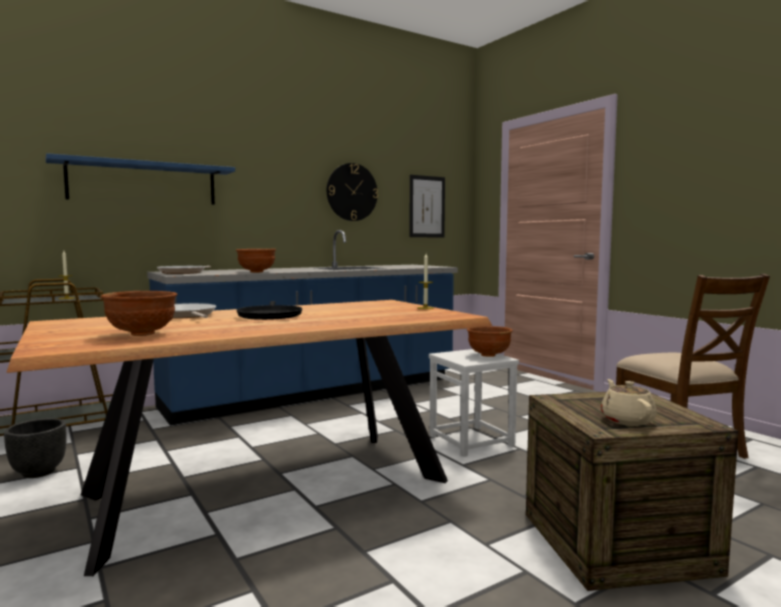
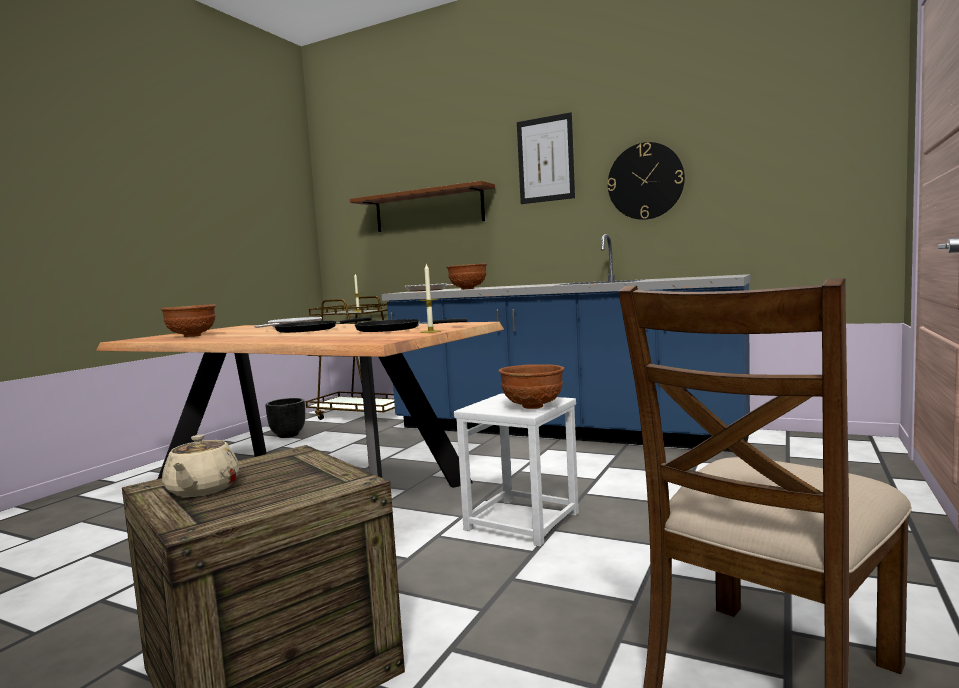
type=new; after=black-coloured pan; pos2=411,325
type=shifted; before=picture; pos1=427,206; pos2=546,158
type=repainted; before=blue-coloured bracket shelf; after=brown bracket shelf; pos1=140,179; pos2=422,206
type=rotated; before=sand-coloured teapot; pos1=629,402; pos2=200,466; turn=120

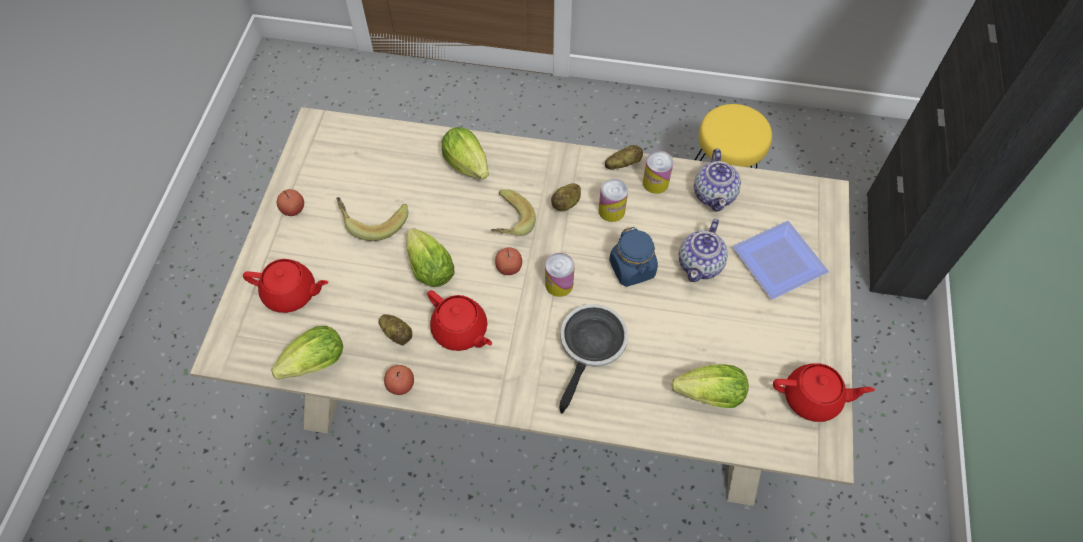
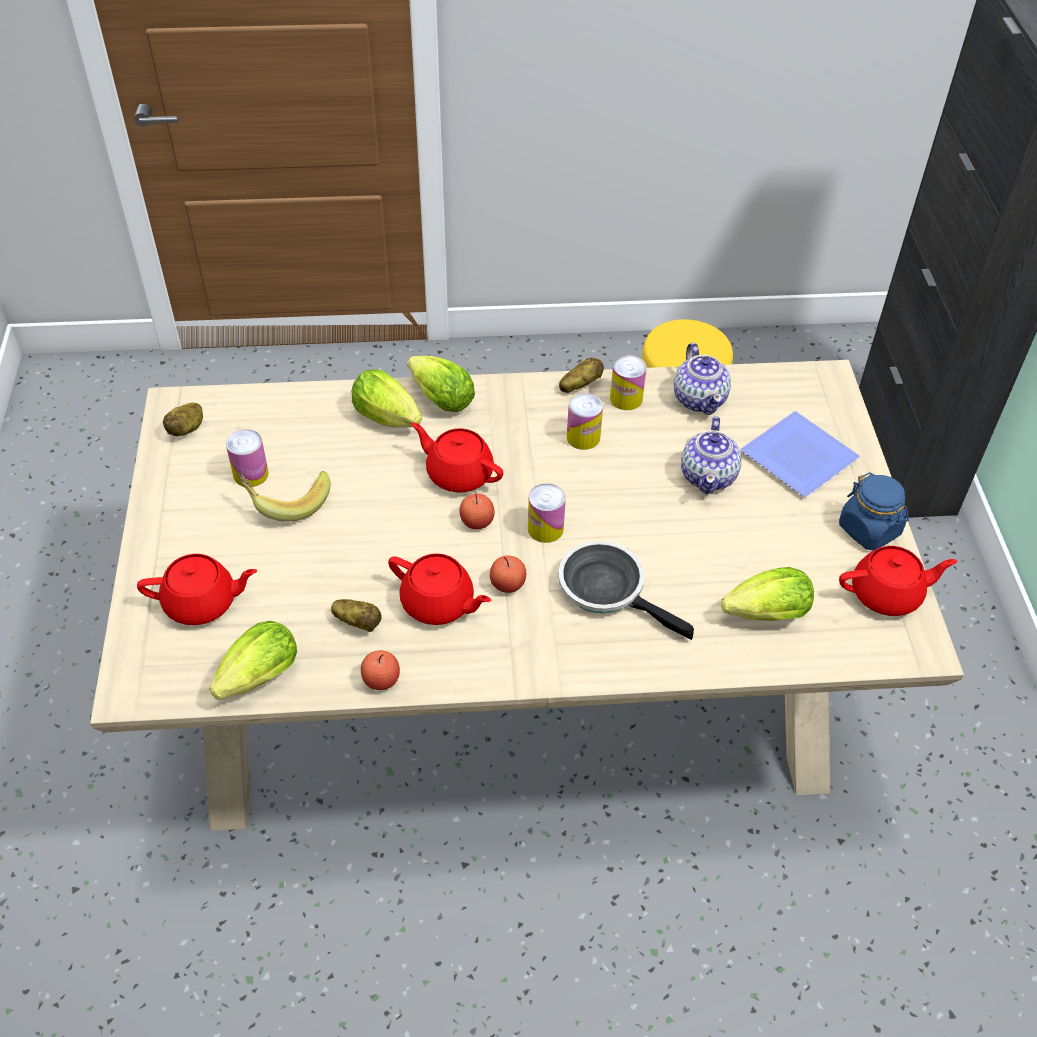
type=new; after=sealed can; pos2=247,458
type=shifted; before=apple; pos1=290,202; pos2=508,574
type=shifted; before=head of lettuce; pos1=430,257; pos2=441,384
type=shifted; before=potato; pos1=566,197; pos2=183,419
type=shifted; before=blue-coloured preserve jar; pos1=633,257; pos2=874,511
type=swapped; before=banana; after=red-coloured teapot; pos1=513,212; pos2=457,457
type=rotated; before=pan; pos1=593,359; pos2=626,590; turn=-60

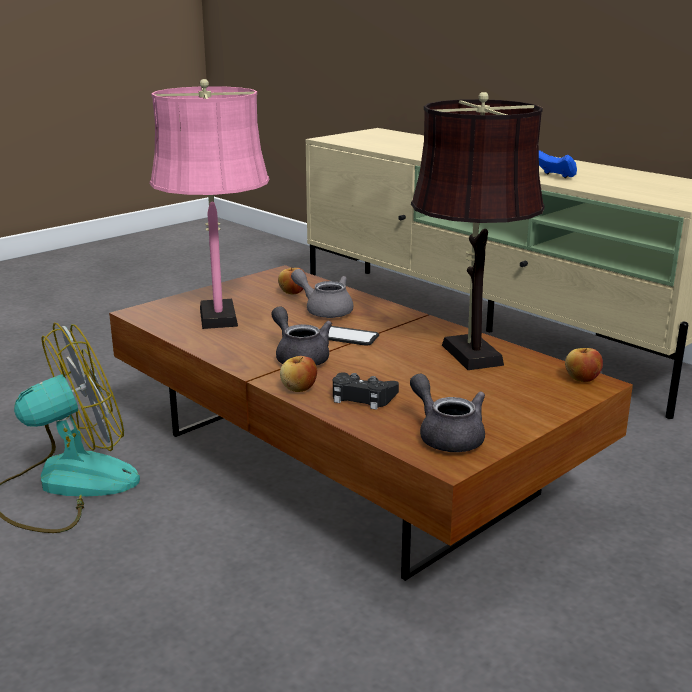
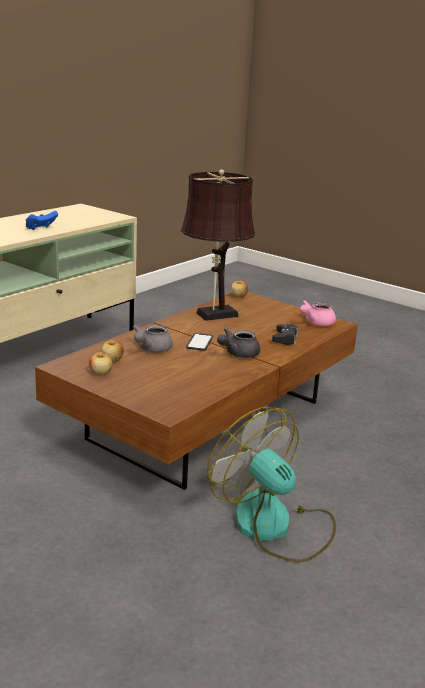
type=gone; before=pinkish tabletop lamp; pos1=209,204
type=shifted; before=apple; pos1=298,374; pos2=101,363
type=repainted; before=gray teapot; after=pinkish teapot; pos1=447,413; pos2=318,313

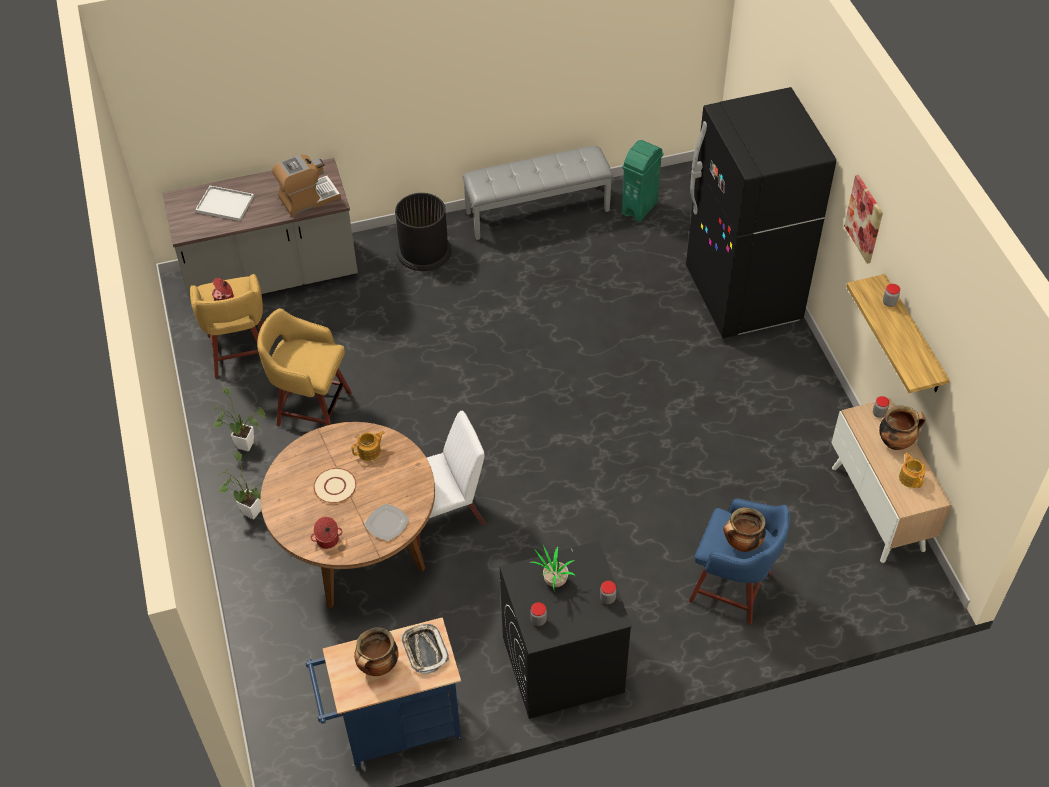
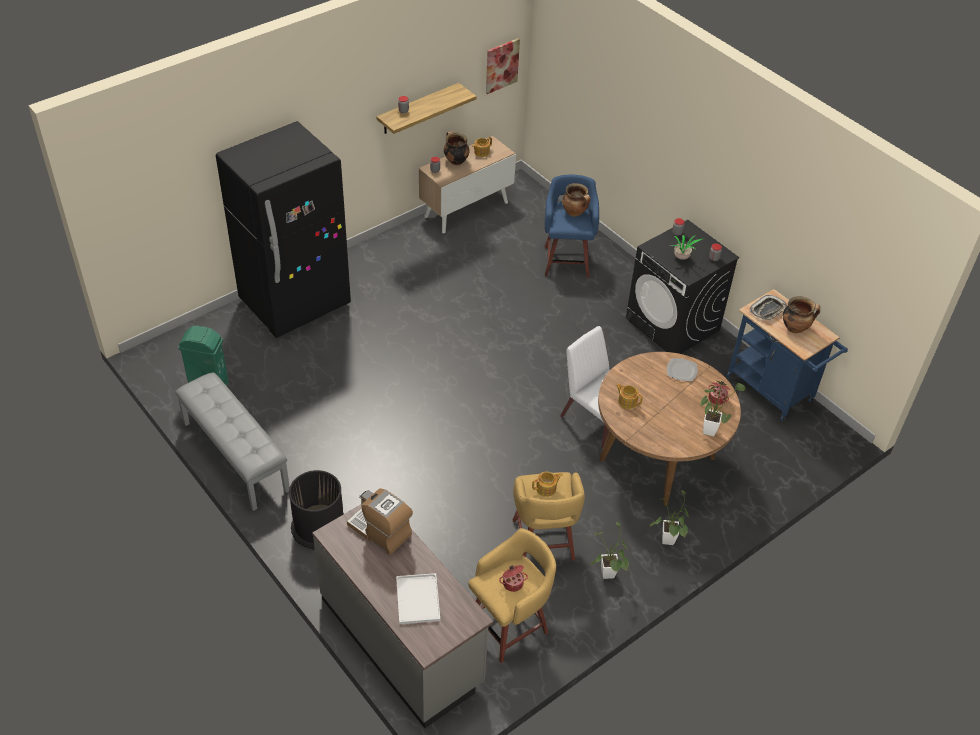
type=gone; before=sand-coloured flat dish; pos1=334,485
type=new; after=teapot; pos2=547,484
type=new; after=potted plant; pos2=722,408
type=shifted; before=picture; pos1=863,219; pos2=503,66

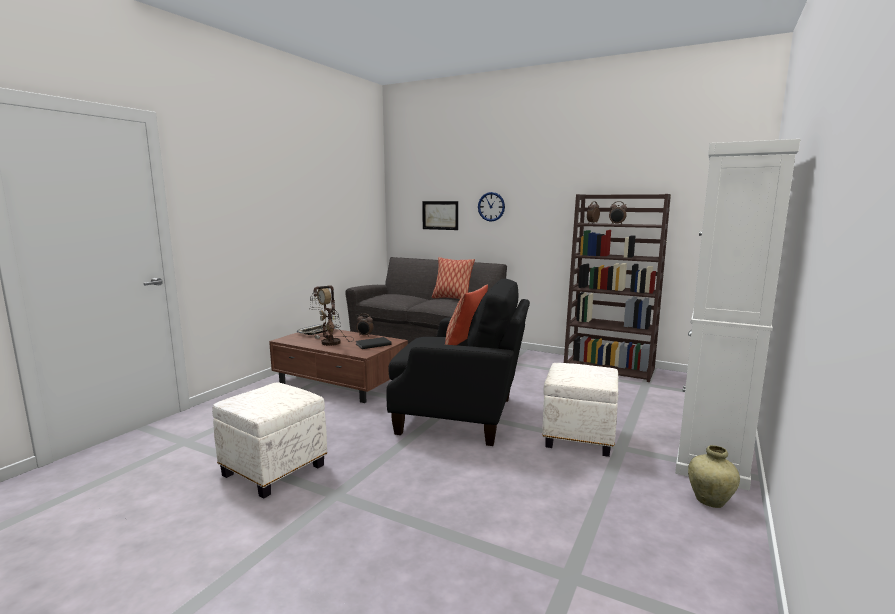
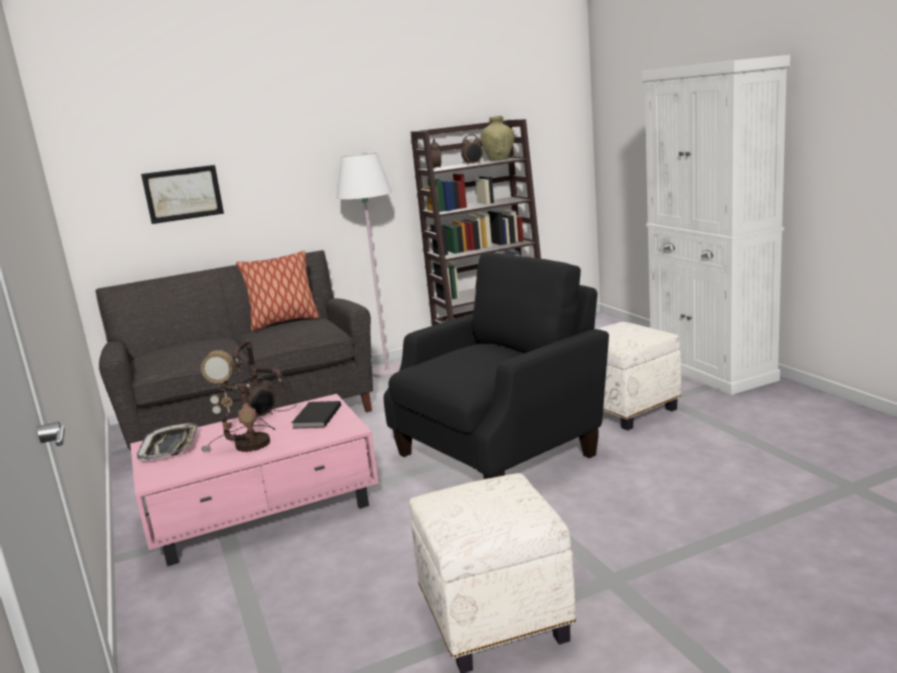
type=gone; before=pillow; pos1=466,315
type=gone; before=clock on the wall; pos1=491,207
type=new; after=white-coloured floor lamp; pos2=368,265
type=shifted; before=sand-coloured flower vase; pos1=714,476; pos2=497,138
type=repainted; before=brown lounge table; after=pinkish lounge table; pos1=338,366; pos2=254,480

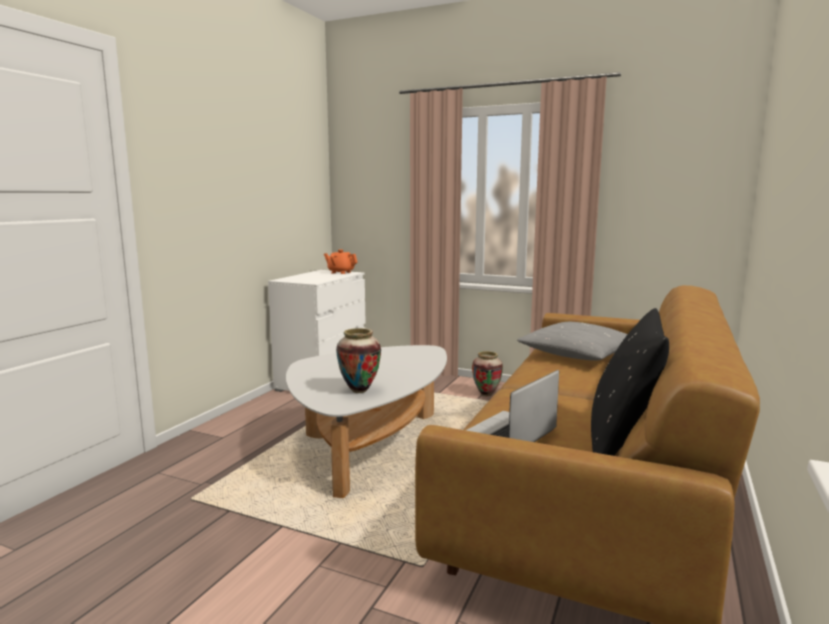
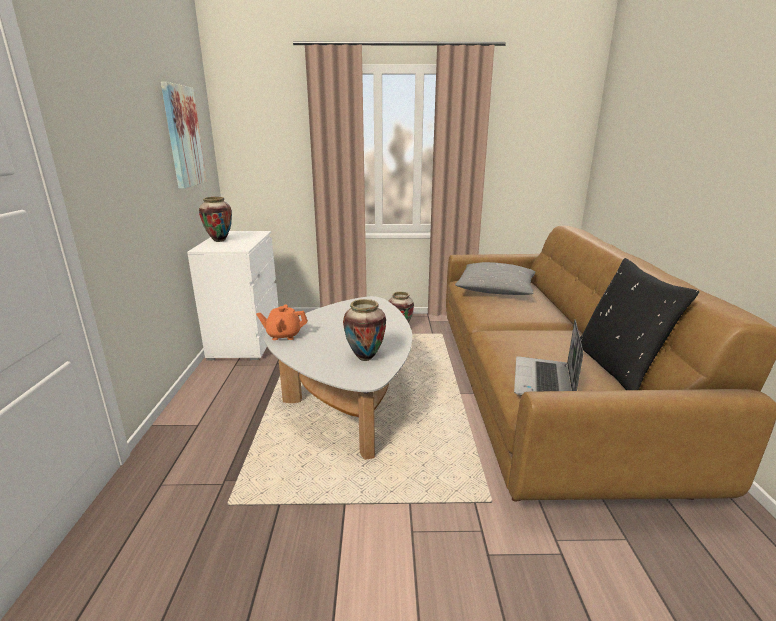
type=new; after=picture; pos2=184,135
type=new; after=flower vase; pos2=215,219
type=shifted; before=orange teapot; pos1=340,261; pos2=282,322

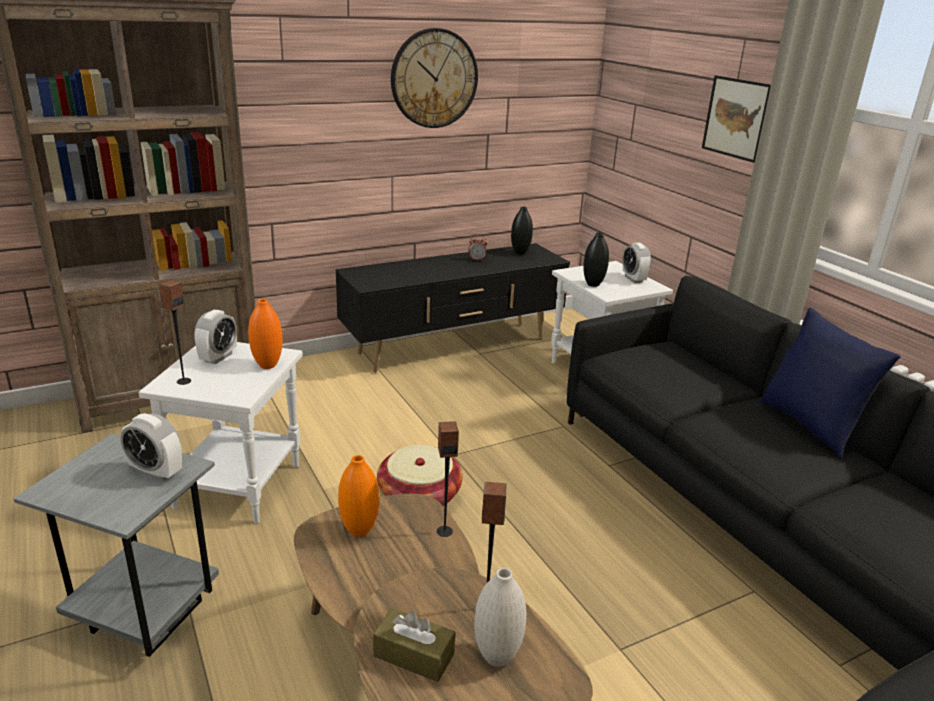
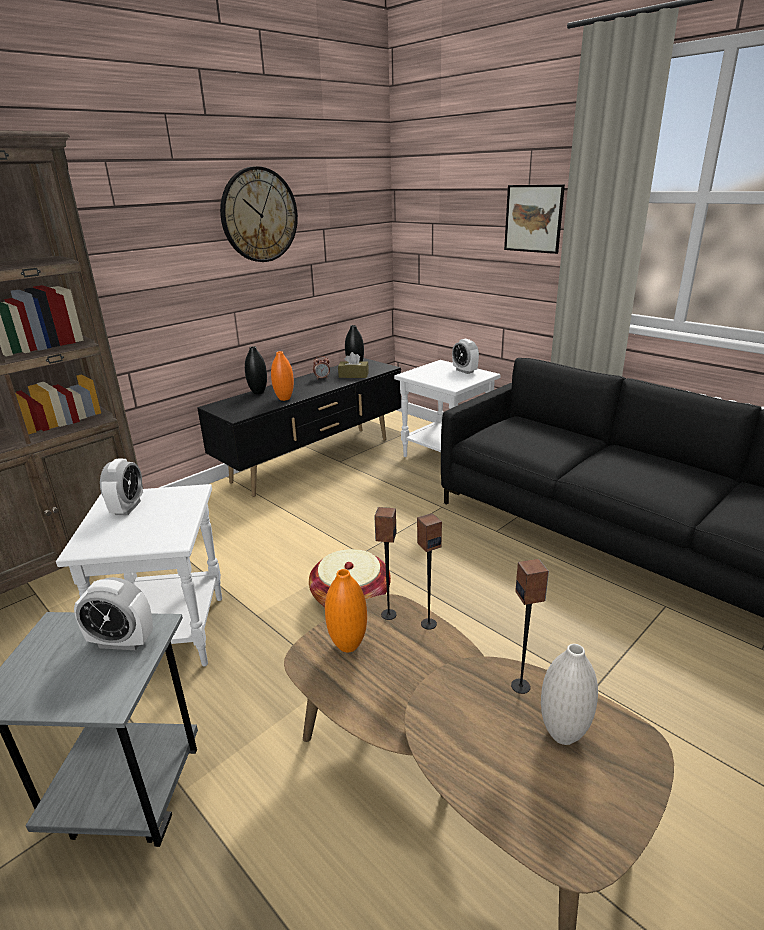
type=gone; before=blue-coloured pillow; pos1=830,383
type=shifted; before=loudspeaker; pos1=175,332; pos2=385,563
type=shifted; before=orange flower vase; pos1=265,334; pos2=282,376
type=shifted; before=brown box of tissues; pos1=414,645; pos2=353,365
type=shifted; before=black-coloured flower vase; pos1=596,259; pos2=256,370

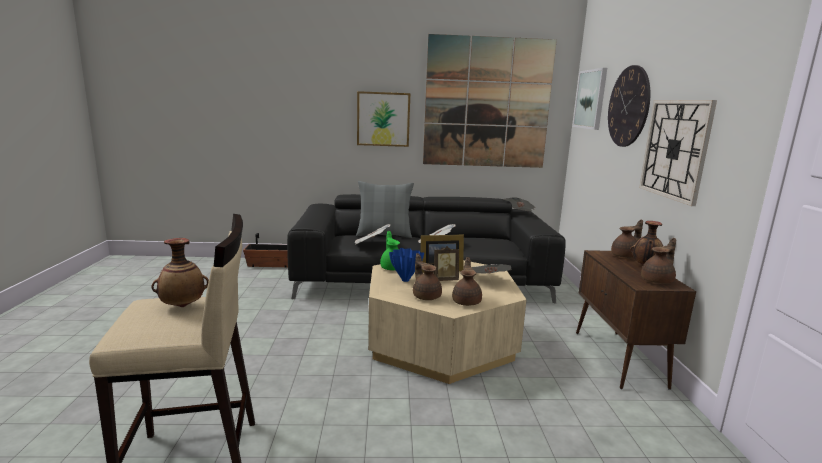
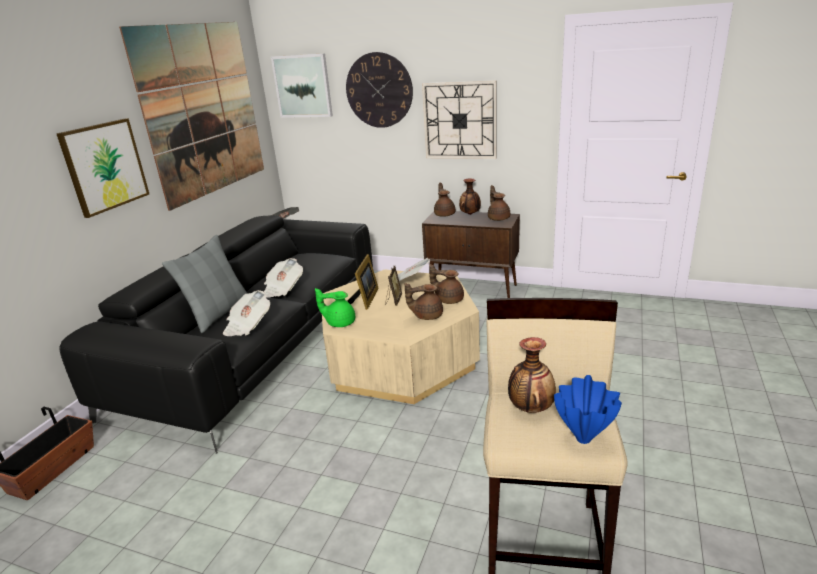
type=shifted; before=blue-coloured flower vase; pos1=406,265; pos2=588,409

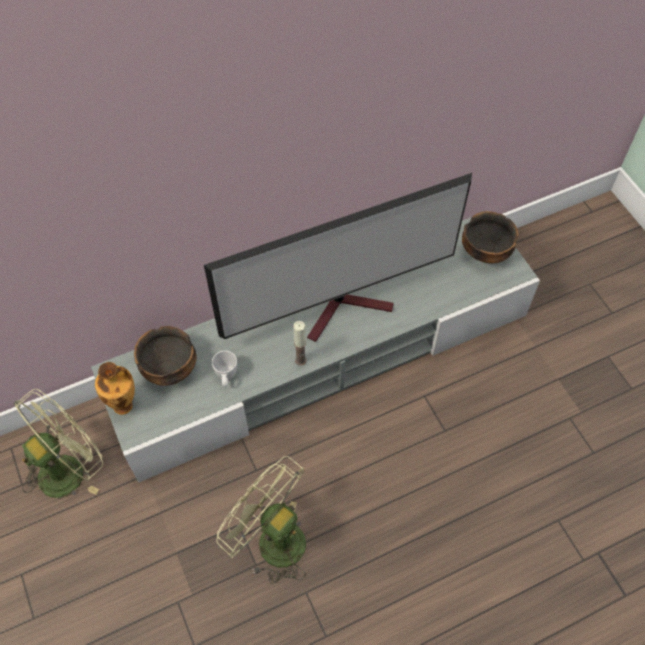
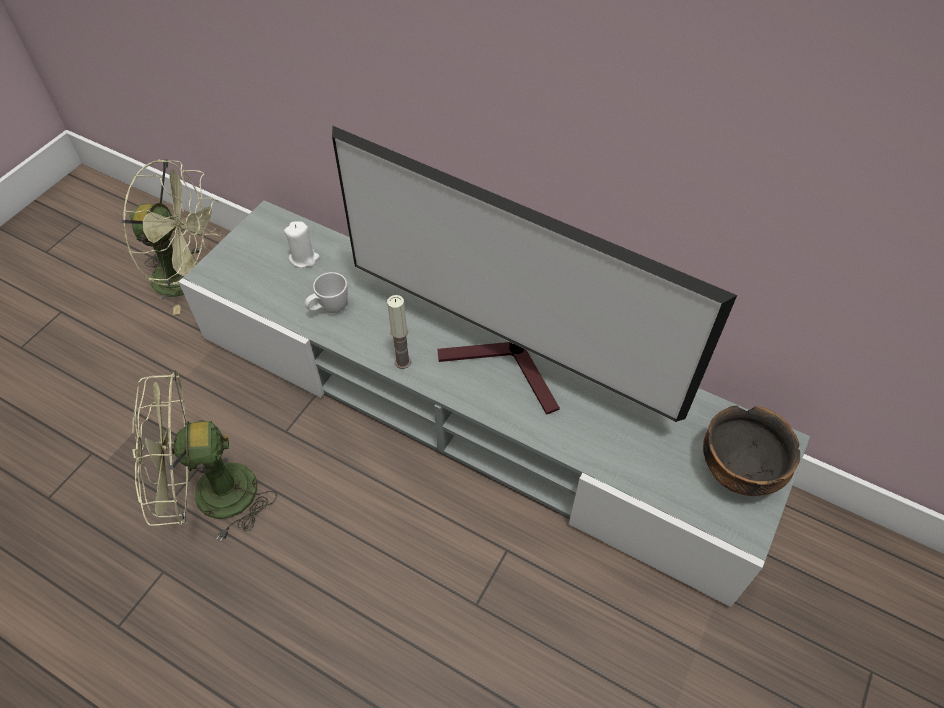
type=gone; before=flower vase; pos1=115,388
type=swapped; before=deep dish; after=white-coloured wax candle; pos1=165,356; pos2=302,244
type=rotated; before=greenish cooling fan; pos1=261,520; pos2=204,456; turn=-105

